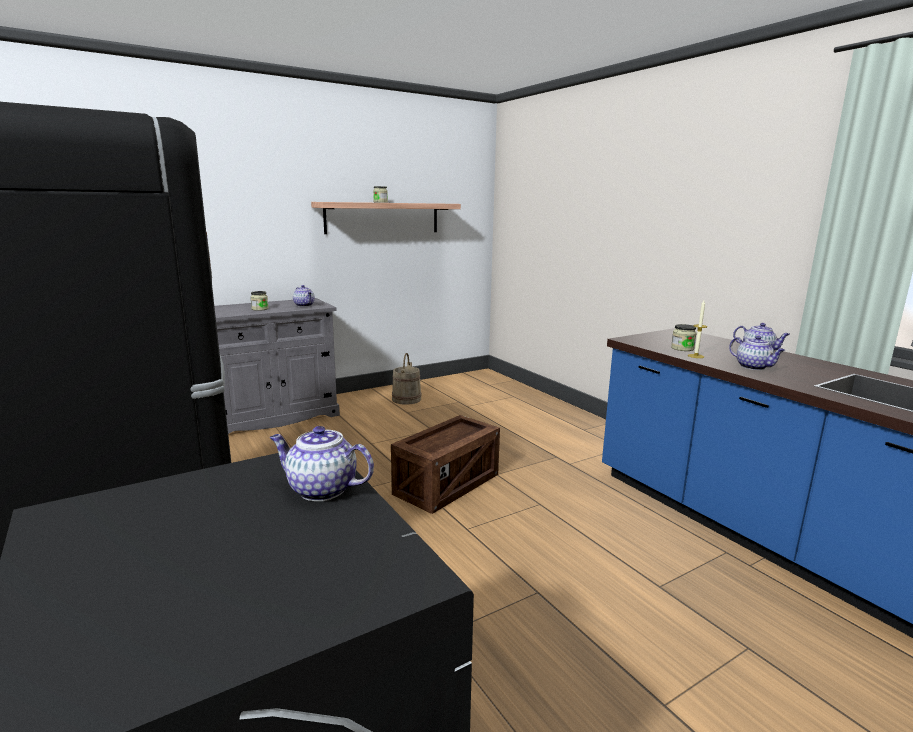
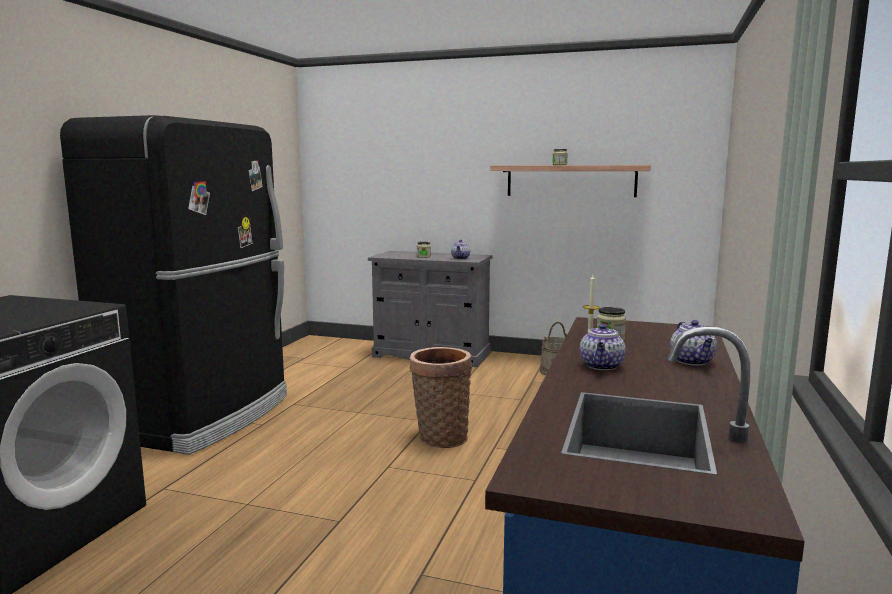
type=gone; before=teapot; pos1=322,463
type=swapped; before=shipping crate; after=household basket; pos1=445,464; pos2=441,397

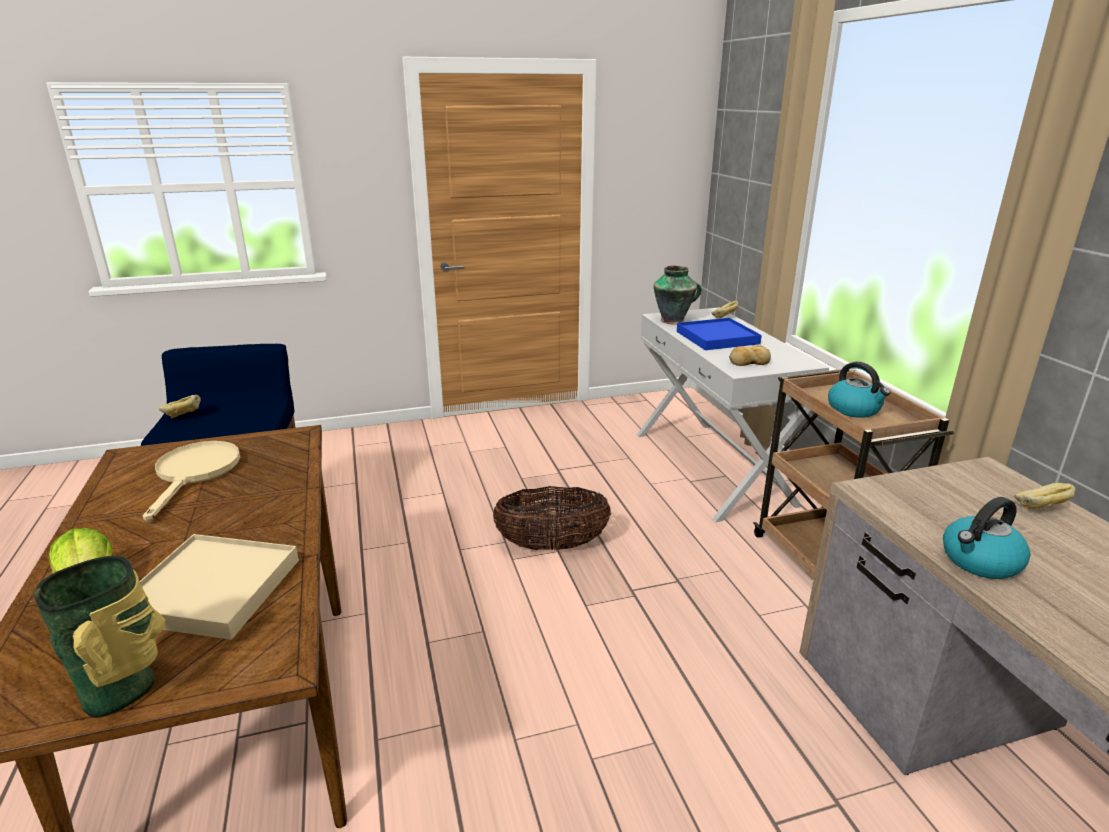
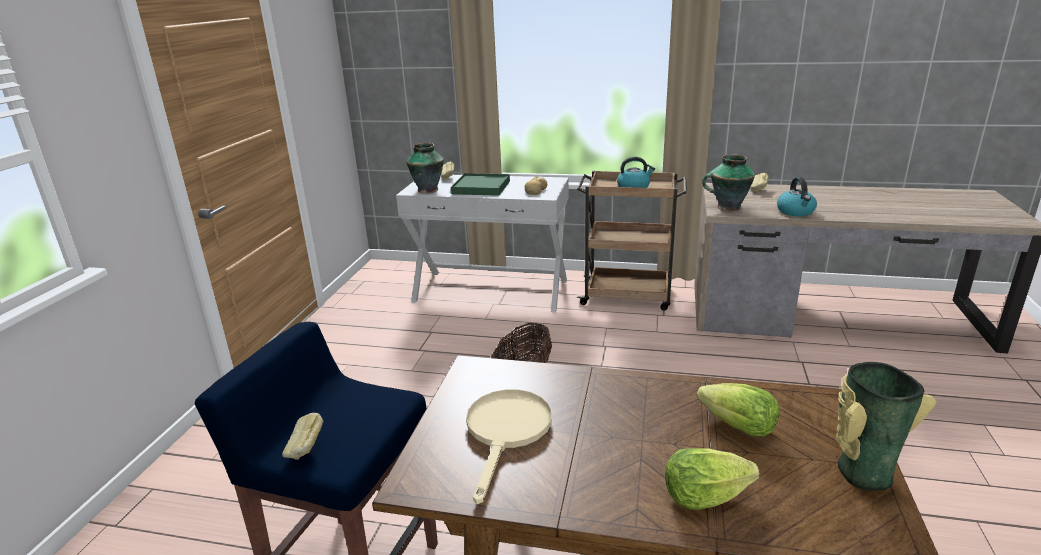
type=new; after=flower vase; pos2=728,182
type=swapped; before=sand-coloured tray; after=head of lettuce; pos1=219,587; pos2=738,409
type=repainted; before=blue-coloured tray; after=greenish tray; pos1=719,334; pos2=480,184
type=rotated; before=sand-coloured pan; pos1=191,481; pos2=509,446; turn=75

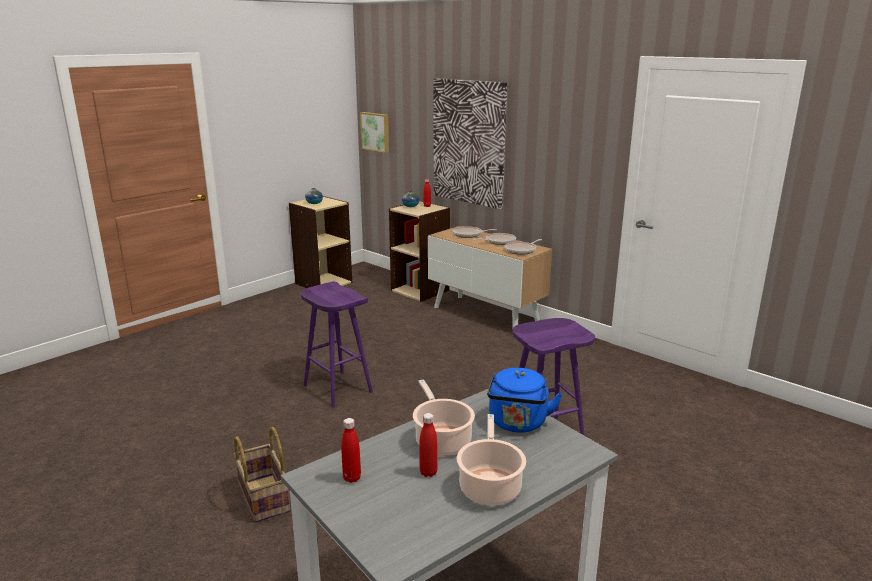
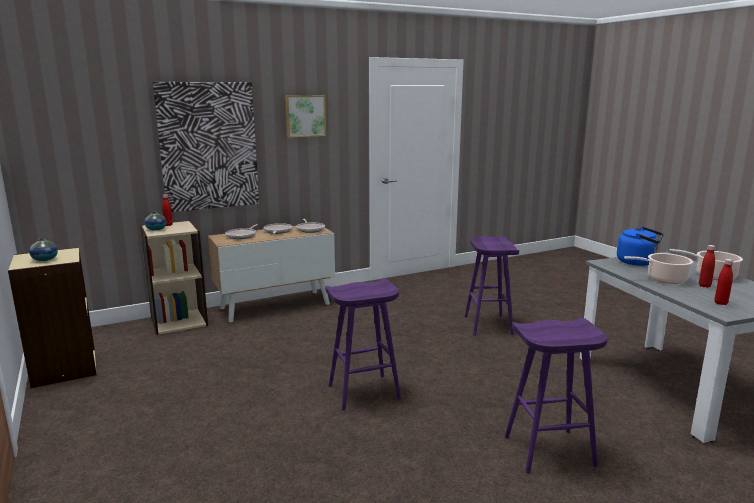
type=shifted; before=picture; pos1=374,132; pos2=305,116
type=swapped; before=household basket; after=purple sitting stool; pos1=262,475; pos2=556,396

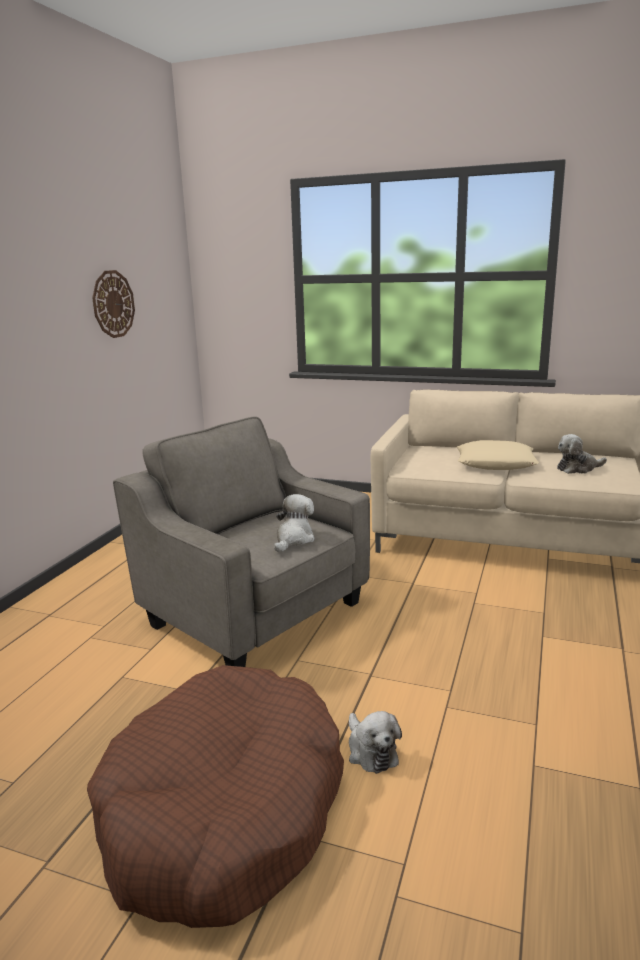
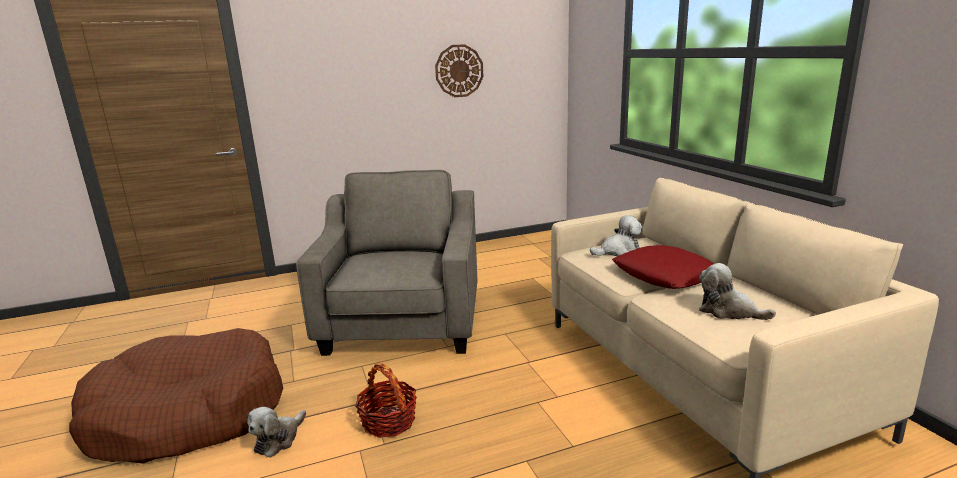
type=new; after=household basket; pos2=386,400
type=shifted; before=cuddly toy; pos1=294,523; pos2=616,235
type=repainted; before=sand-coloured pillow; after=red-coloured pillow; pos1=498,455; pos2=663,267

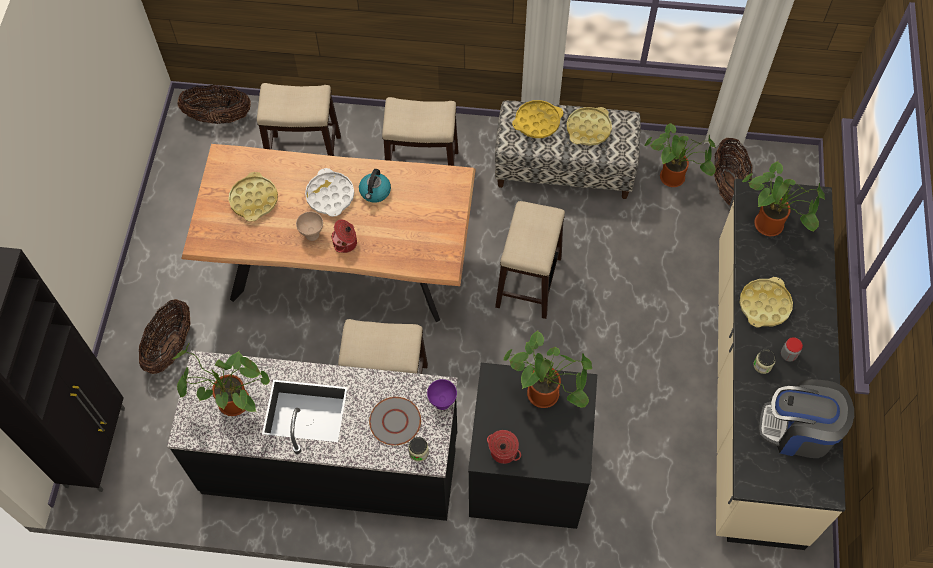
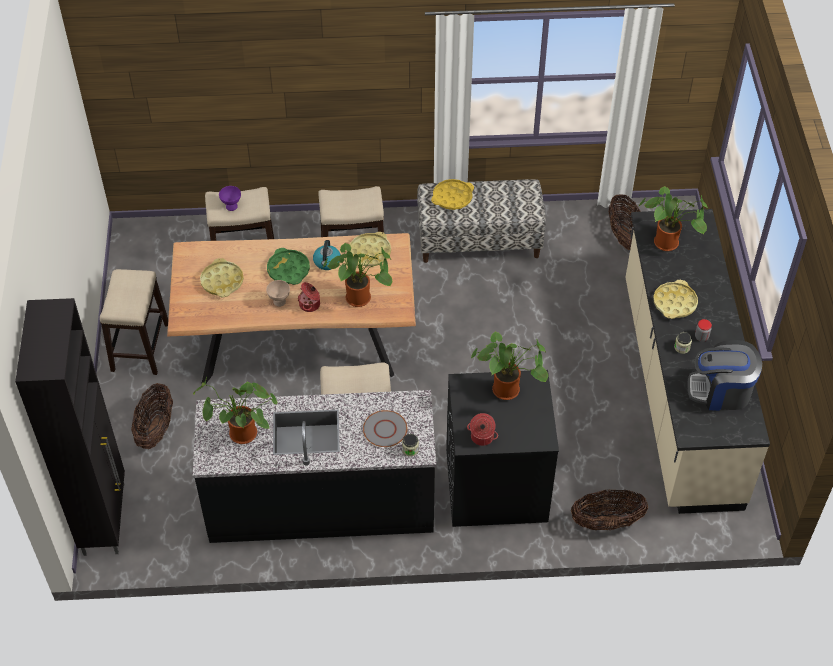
type=shifted; before=household basket; pos1=214,104; pos2=609,510
type=shifted; before=purple deep dish; pos1=442,394; pos2=230,198
type=shifted; before=sitting stool; pos1=530,260; pos2=134,322
type=shifted; before=yellow-coloured tray; pos1=589,126; pos2=370,249
type=shifted; before=potted plant; pos1=680,155; pos2=357,274
type=repainted; before=white-coloured tray; after=greenish tray; pos1=329,192; pos2=288,266

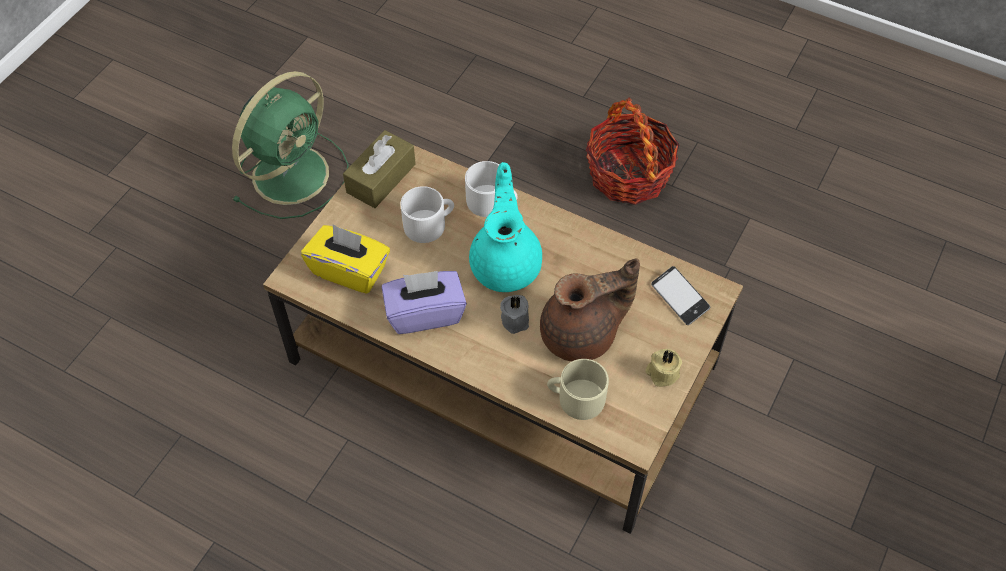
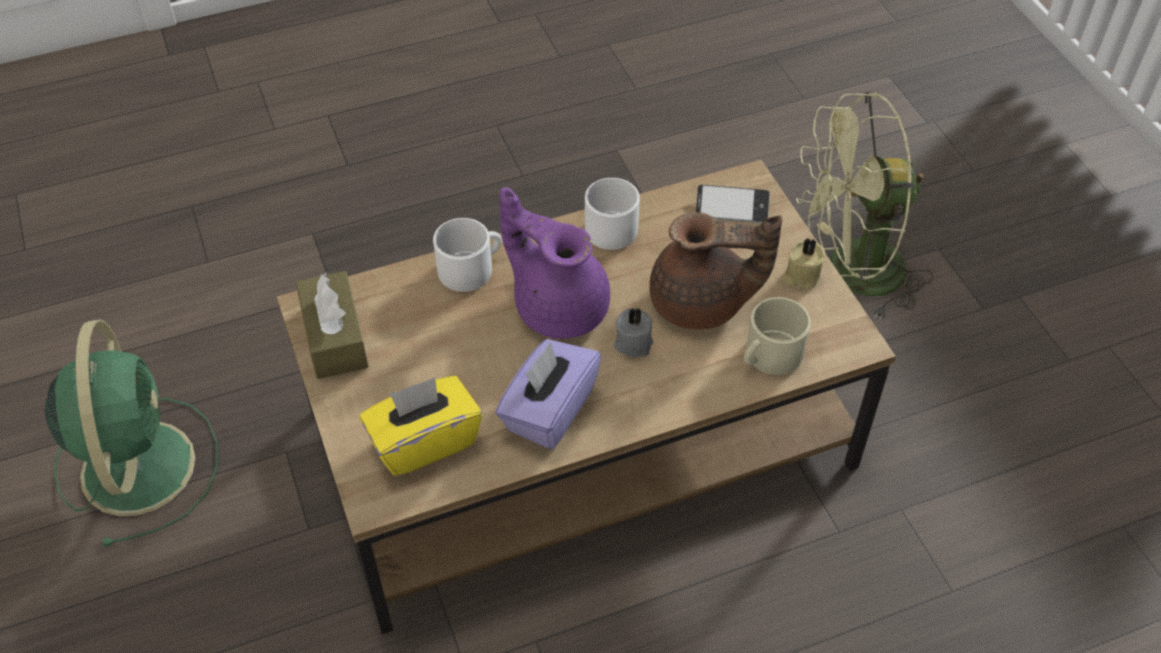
type=gone; before=household basket; pos1=633,151
type=new; after=greenish cooling fan; pos2=864,206
type=shifted; before=white-coloured coffee mug; pos1=427,214; pos2=612,214
type=repainted; before=turquoise-coloured teapot; after=purple teapot; pos1=505,227; pos2=555,263
type=rotated; before=brown teapot; pos1=590,310; pos2=715,271; turn=75

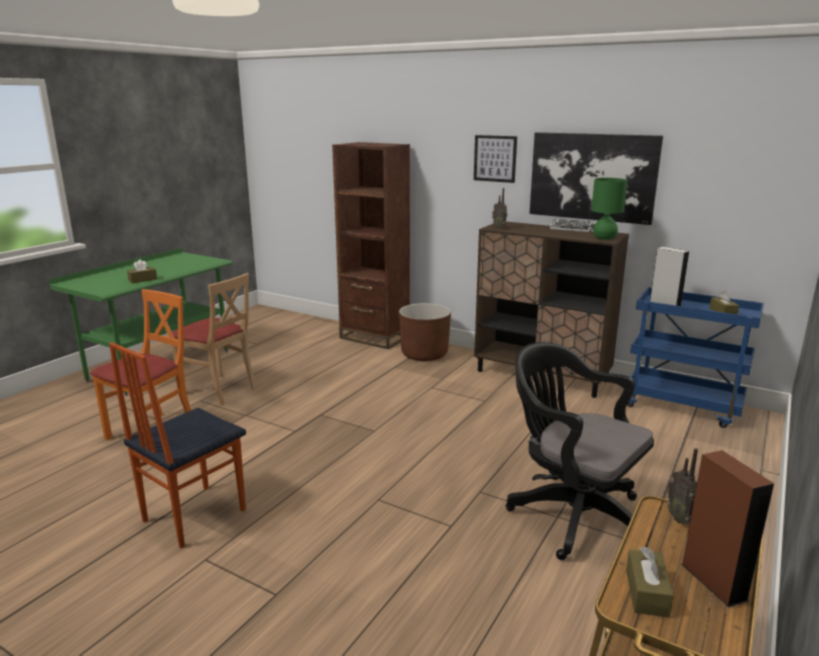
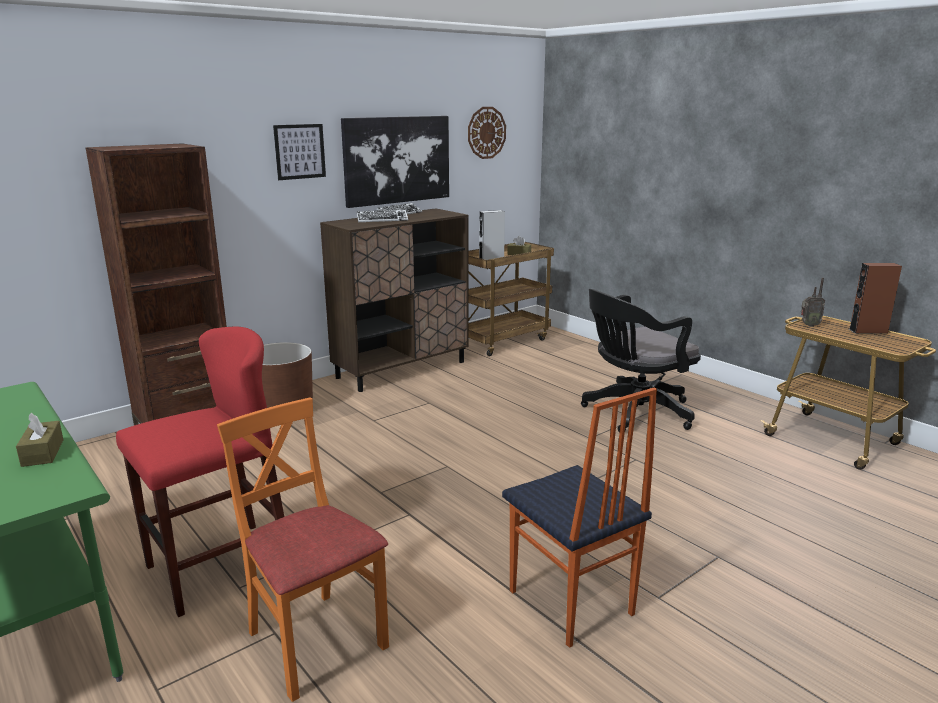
type=gone; before=radio set; pos1=499,208
type=gone; before=greenish tabletop lamp; pos1=609,209
type=gone; before=brown box of tissues; pos1=650,582
type=new; after=PC keyboard; pos2=382,216
type=new; after=clock on the wall; pos2=487,133
type=swapped; before=sand-coloured plain chair; after=red-coloured sitting stool; pos1=214,339; pos2=200,471
type=repainted; before=blue-coloured wheeled cart; after=brown wheeled cart; pos1=695,357; pos2=511,299

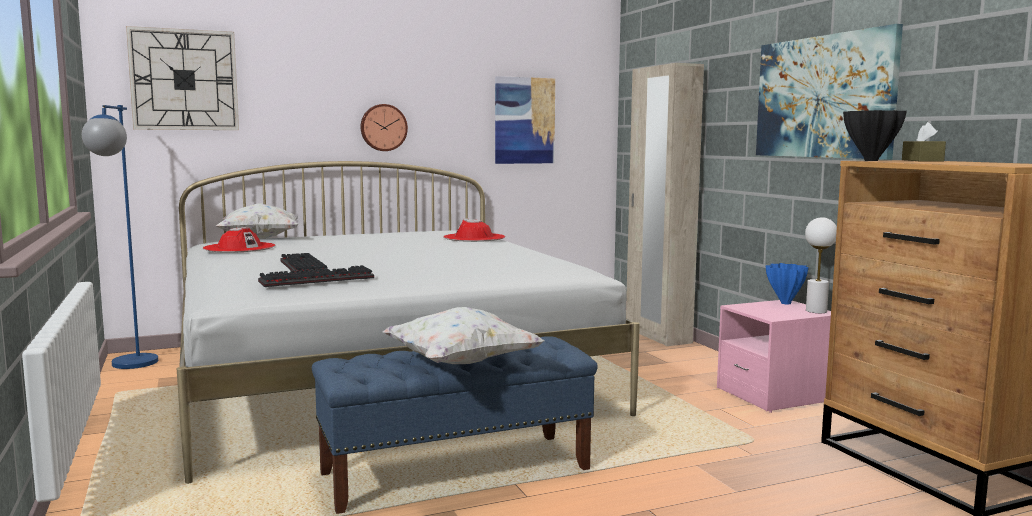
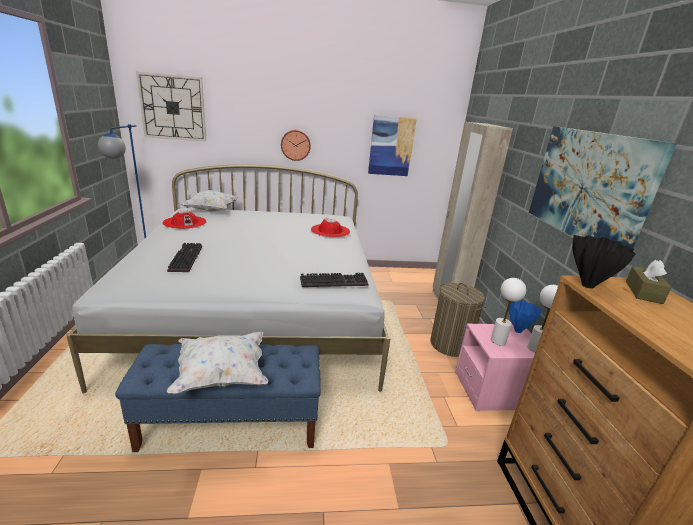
type=new; after=hamper; pos2=458,320
type=new; after=white-coloured tabletop lamp; pos2=508,312
type=shifted; before=PC keyboard; pos1=316,276; pos2=334,280

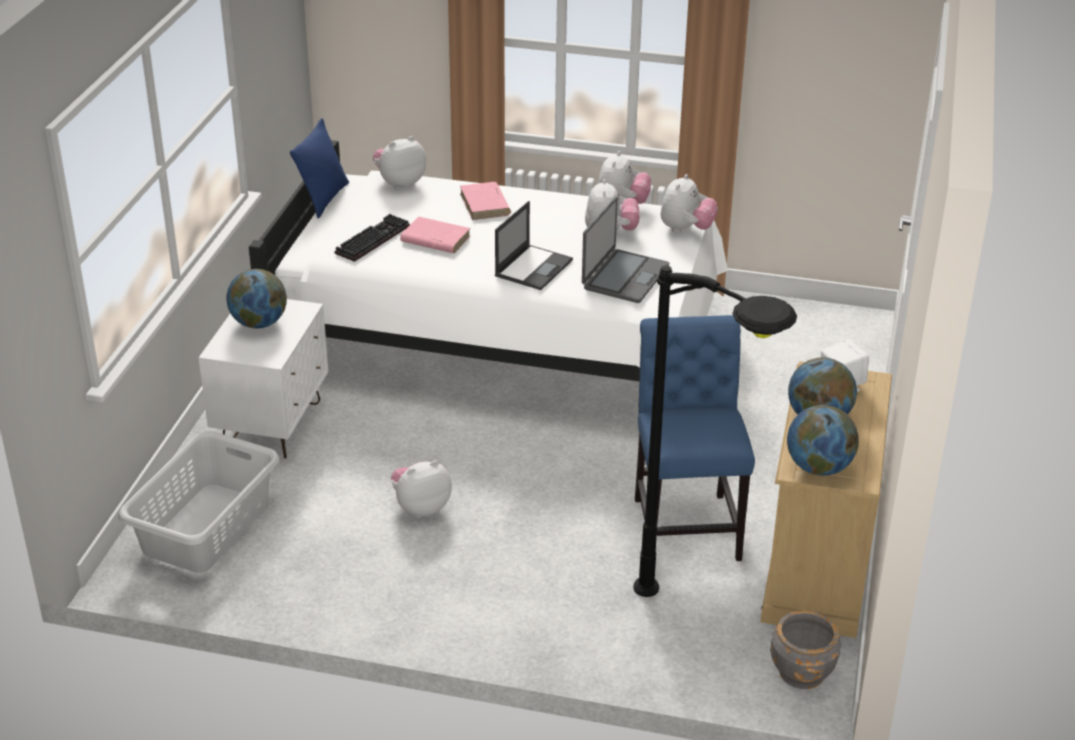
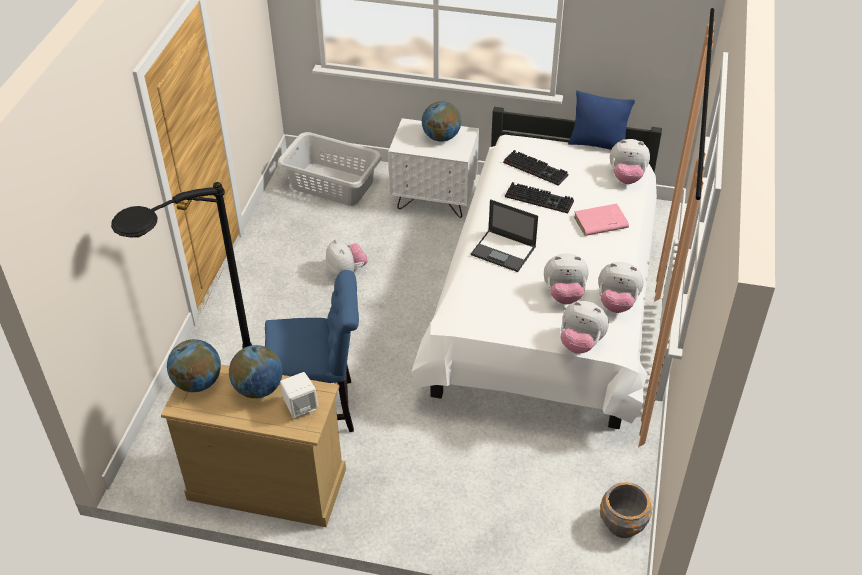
type=gone; before=portable computer; pos1=625,250
type=shifted; before=gray flower pot; pos1=805,649; pos2=626,510
type=swapped; before=pinkish bound book; after=PC keyboard; pos1=435,234; pos2=539,198
type=rotated; before=cuddly toy; pos1=399,163; pos2=630,161; turn=135

